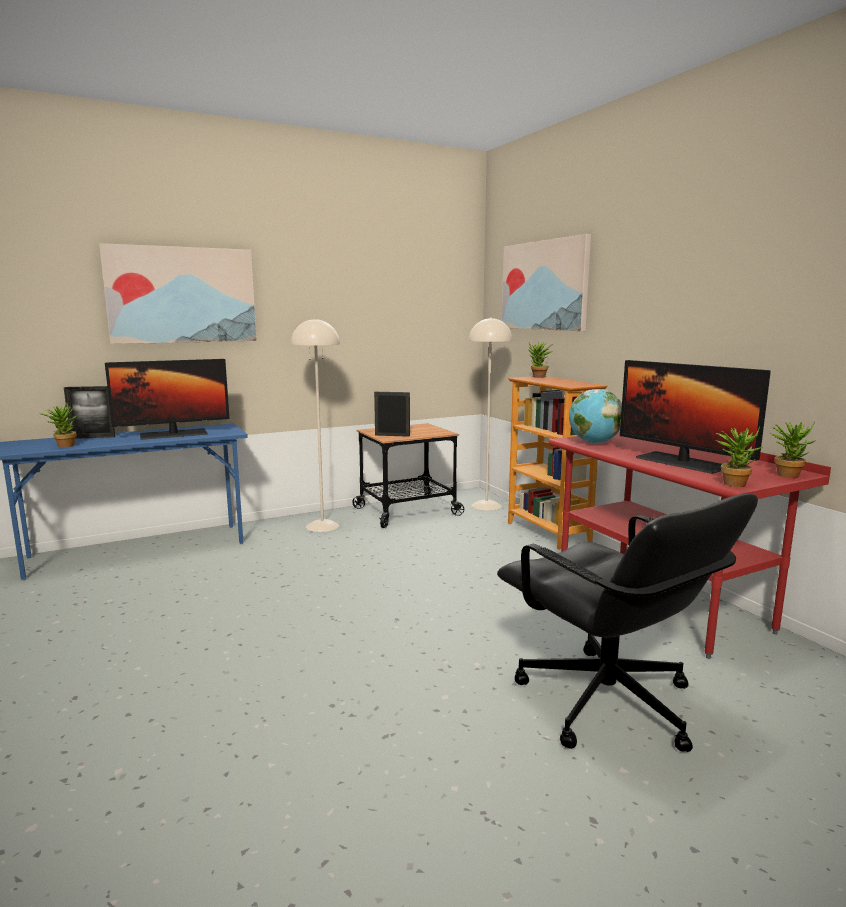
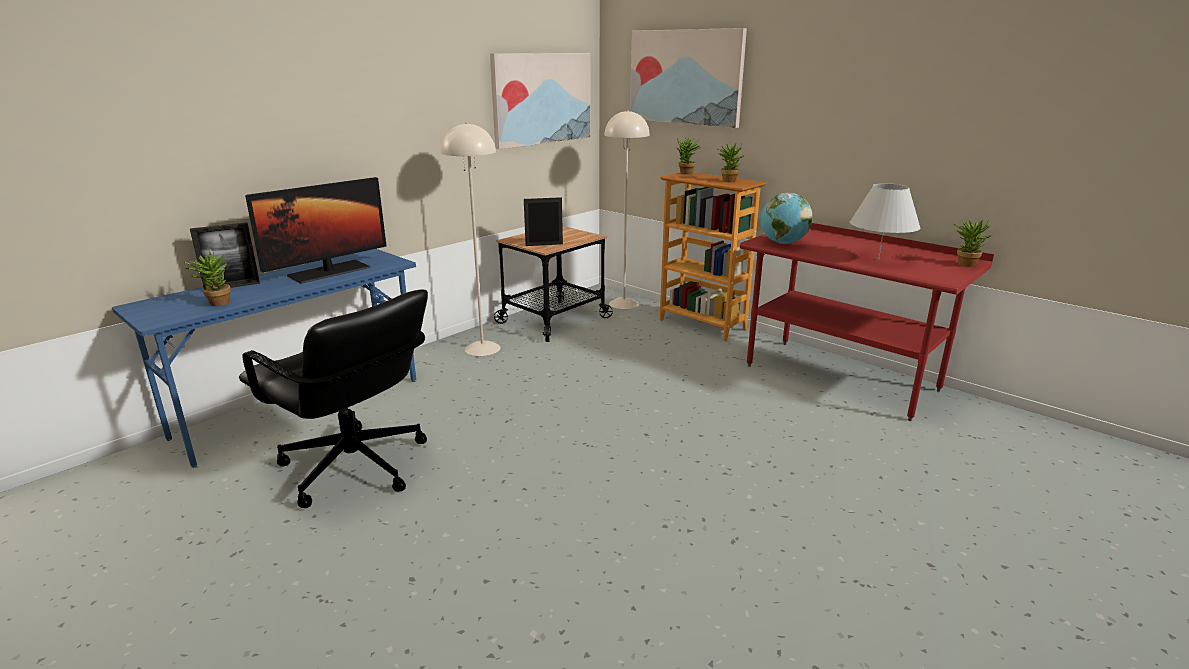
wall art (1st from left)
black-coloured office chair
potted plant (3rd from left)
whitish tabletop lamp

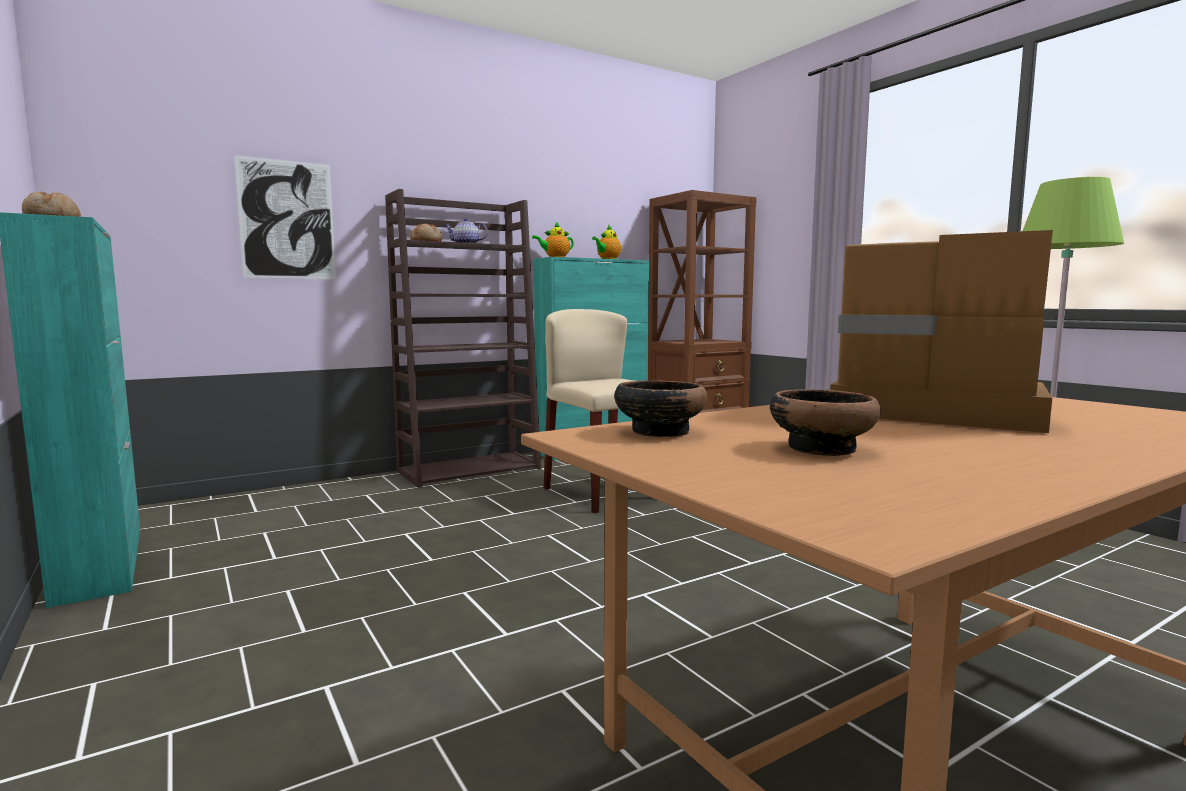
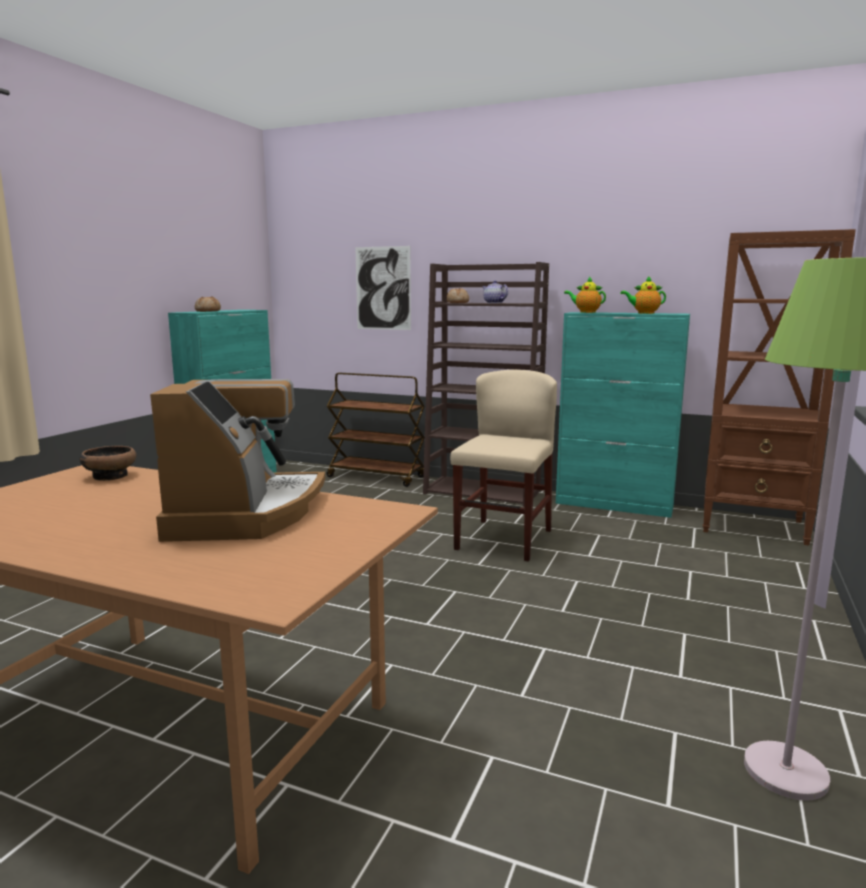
deep dish (2nd from left in the first image)
brown-coloured cart

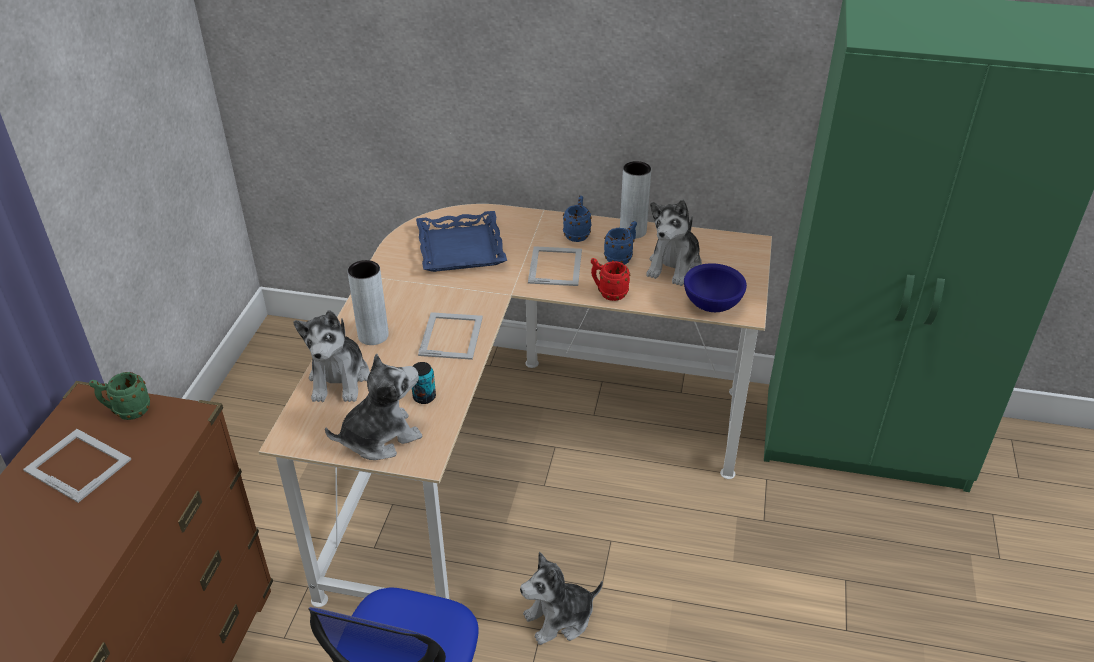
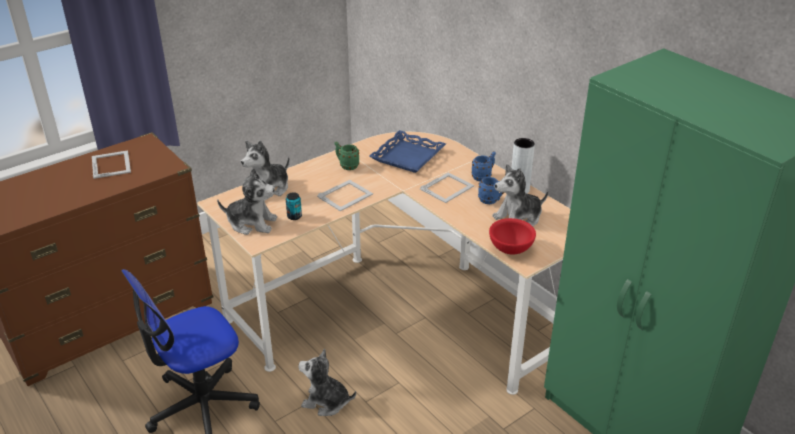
gray decorative vase (1st from left in the first image)
red-coloured coffee mug
greenish coffee mug
red-coloured deep dish

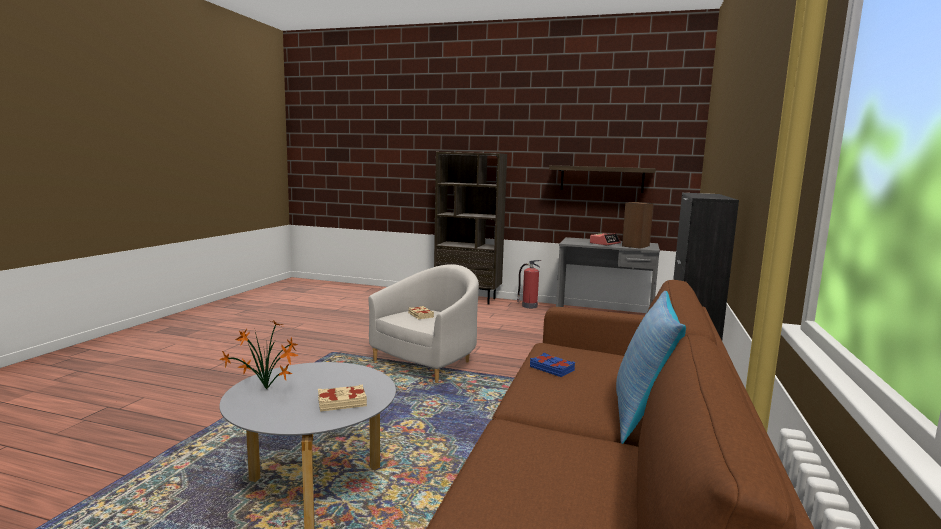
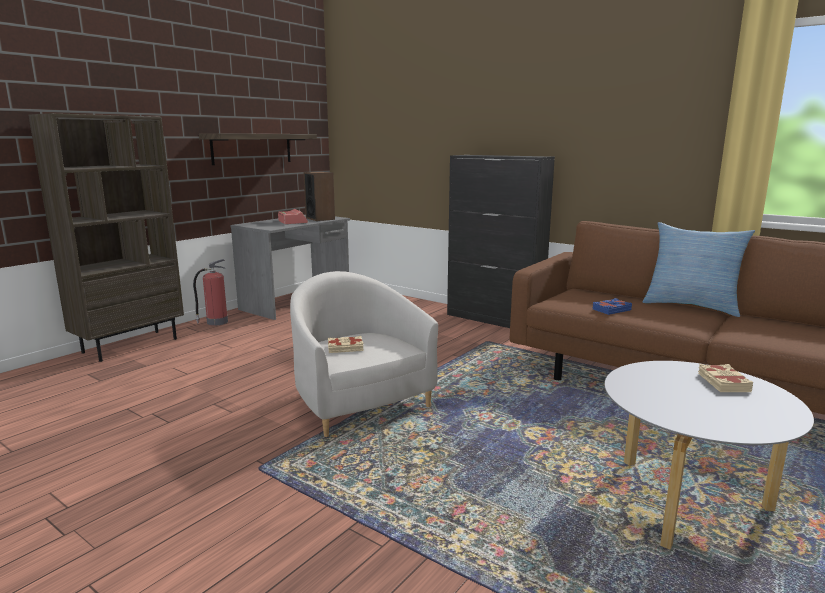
potted plant

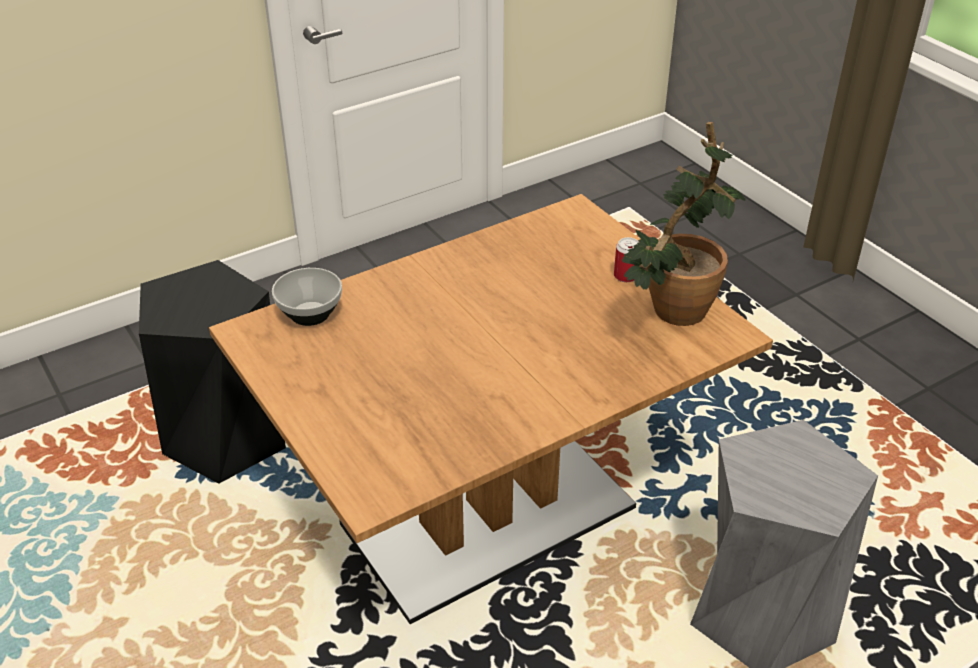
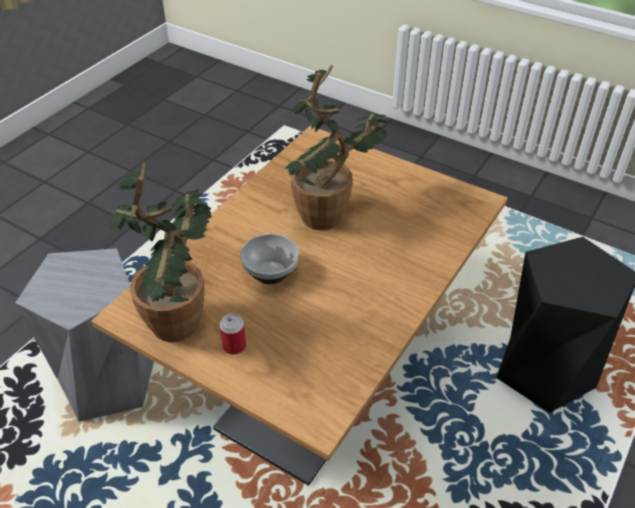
potted plant (2nd from left)
deep dish

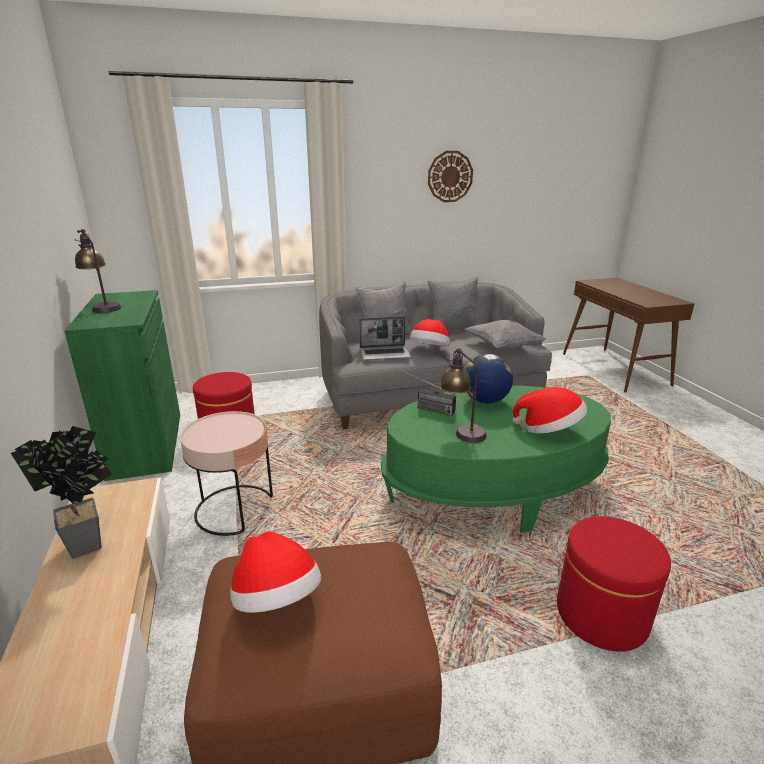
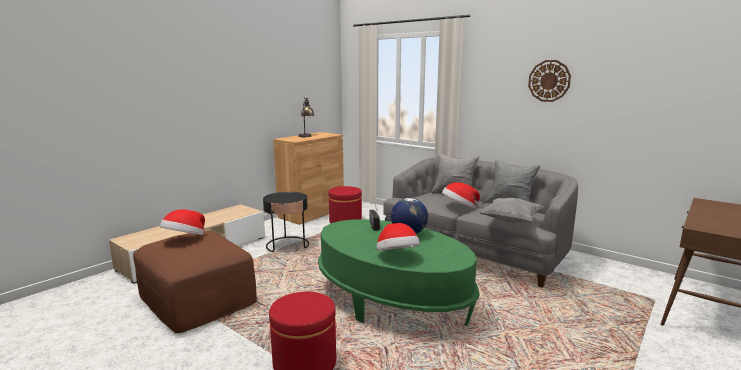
potted plant
notebook computer
tabletop lamp (2nd from left in the first image)
brown-coloured cabinet
black-coloured accent table

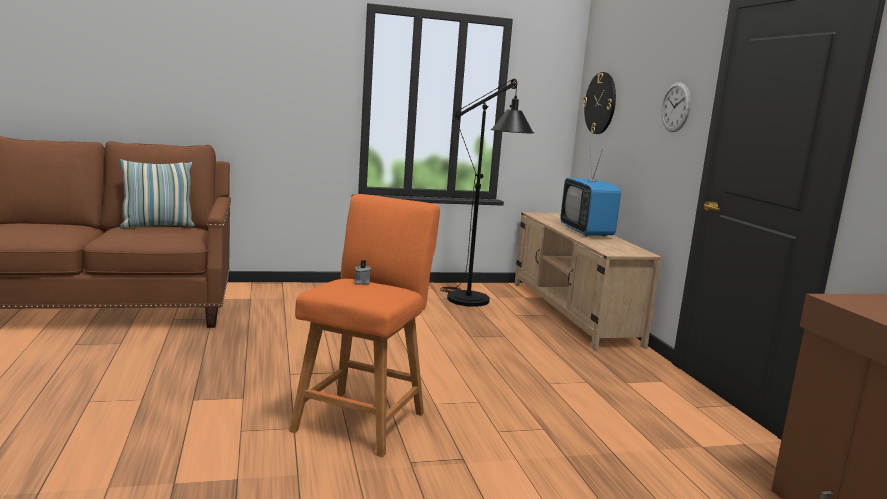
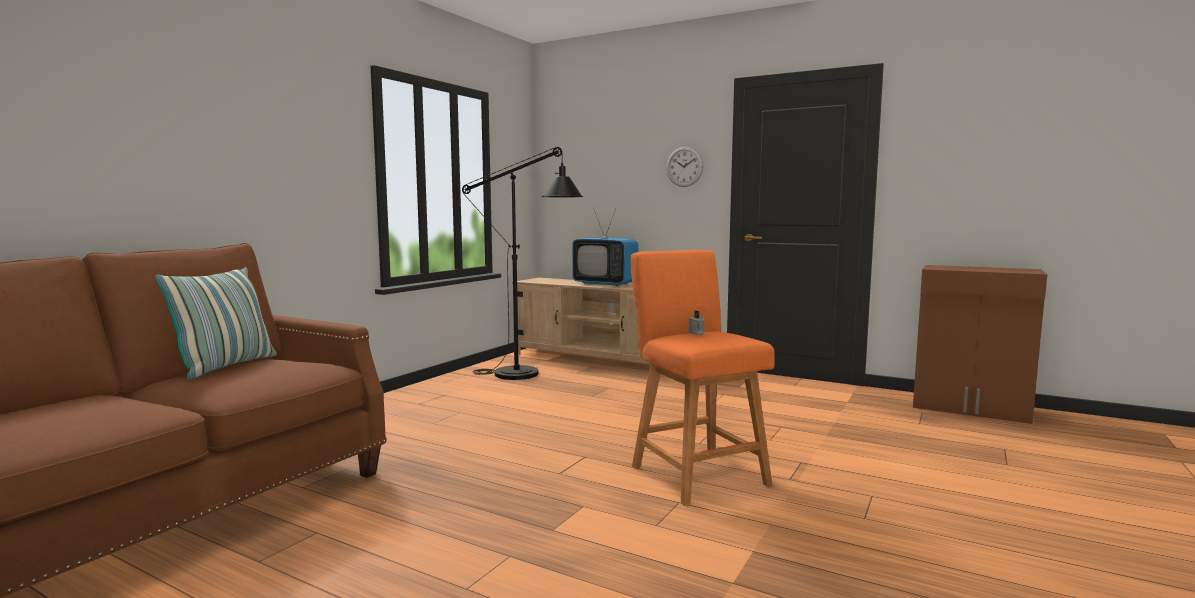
clock on the wall (1st from left in the first image)

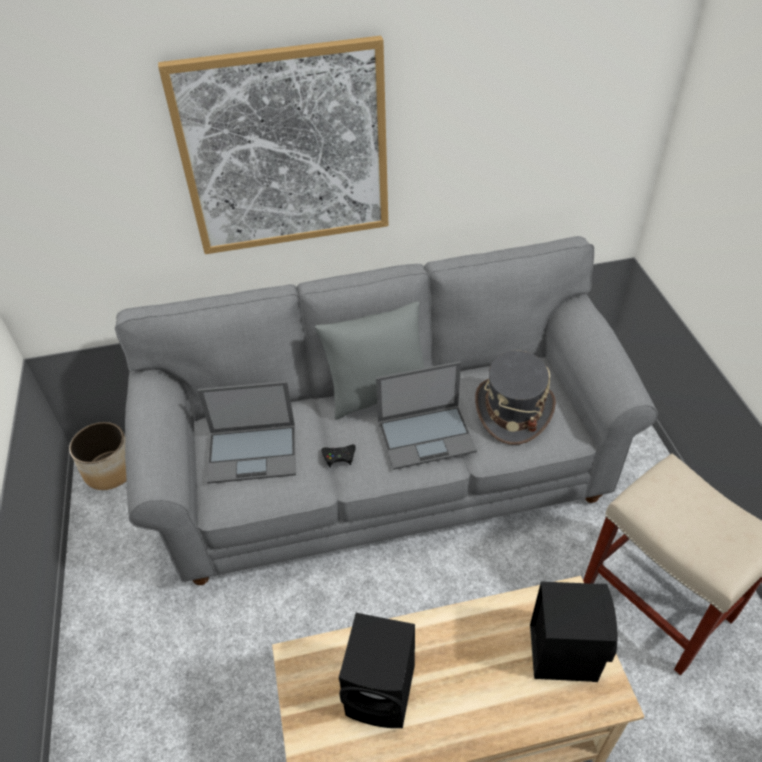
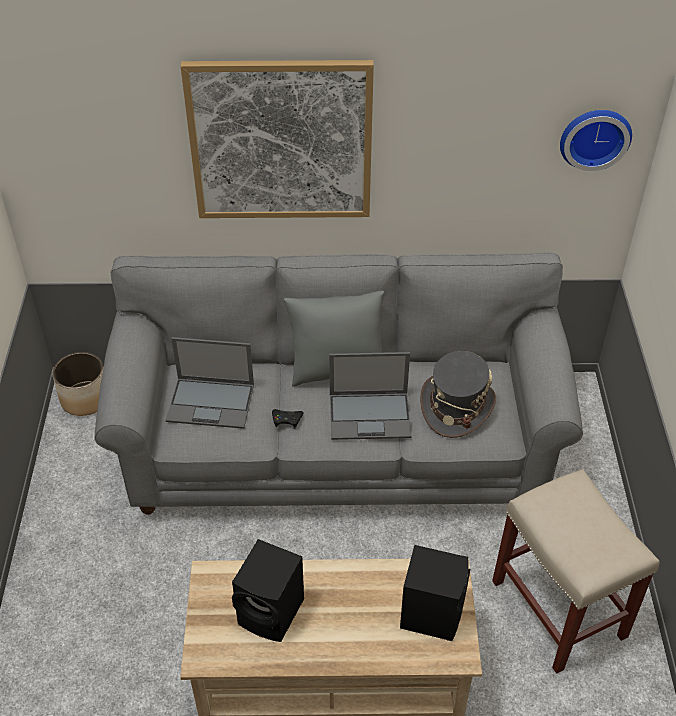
clock on the wall

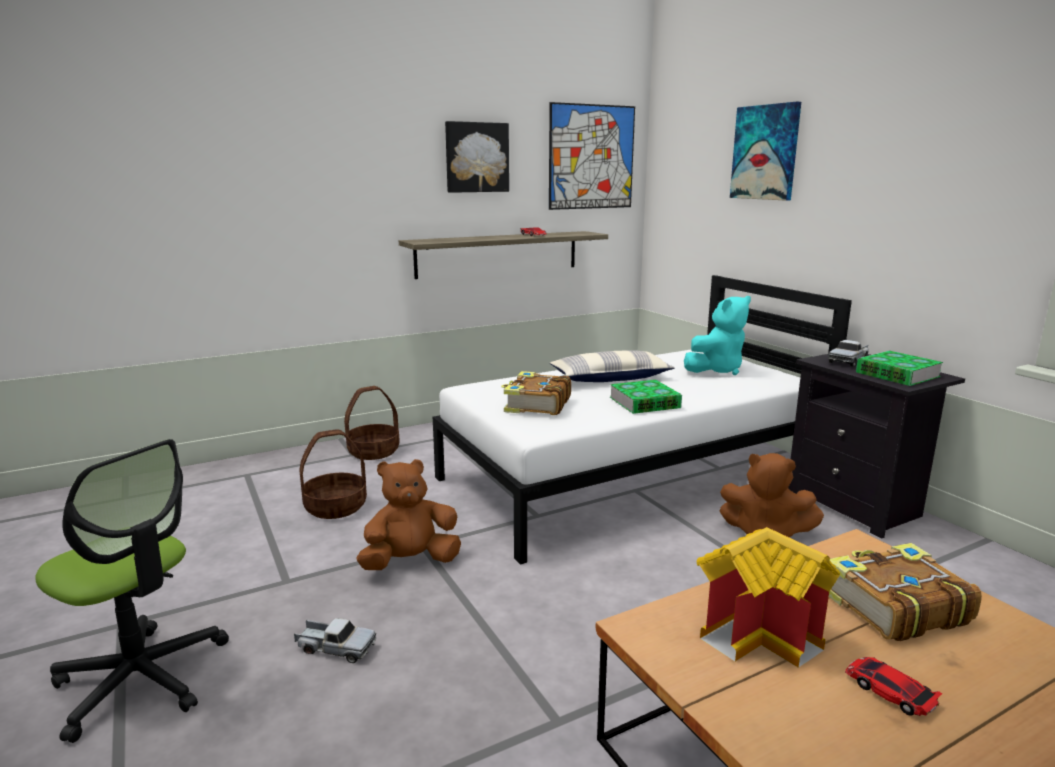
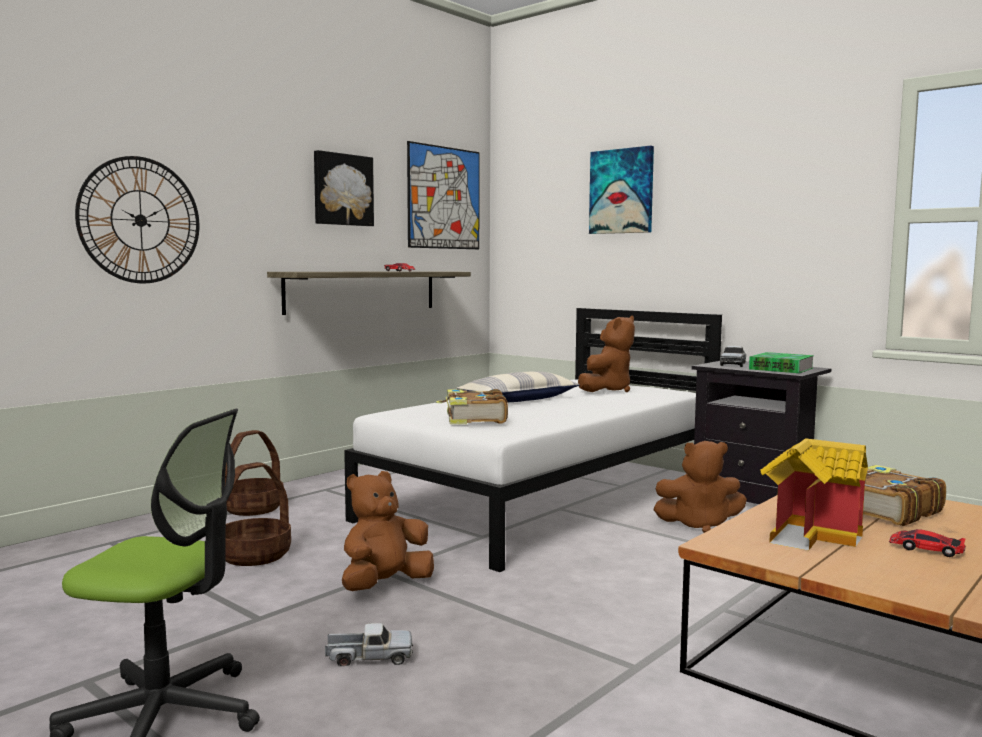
book (2nd from left in the first image)
clock on the wall
brown-coloured plush toy (2nd from left)

